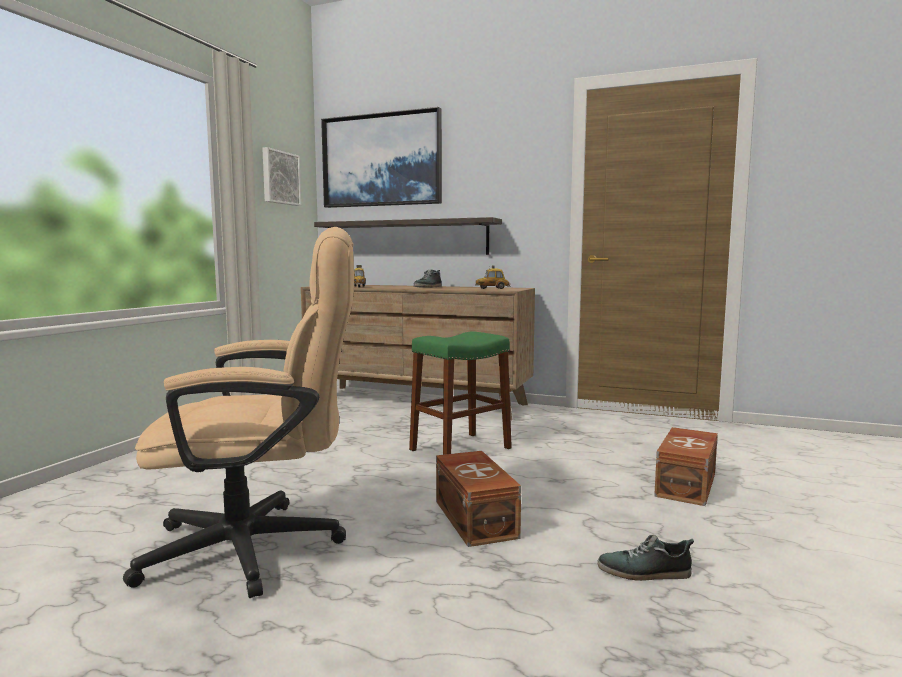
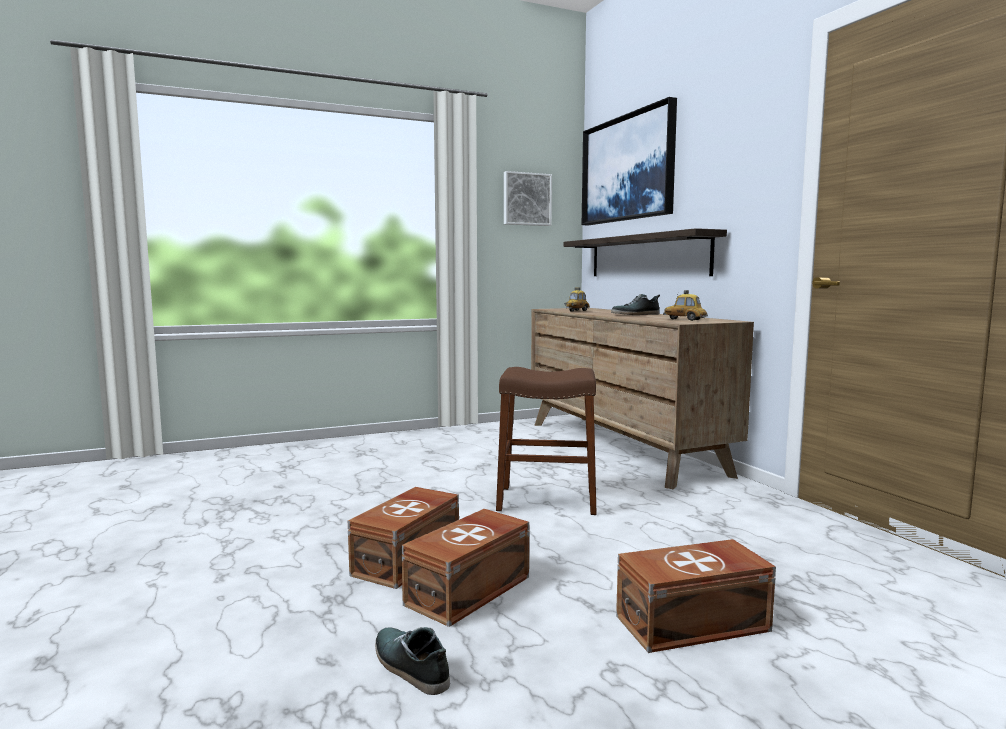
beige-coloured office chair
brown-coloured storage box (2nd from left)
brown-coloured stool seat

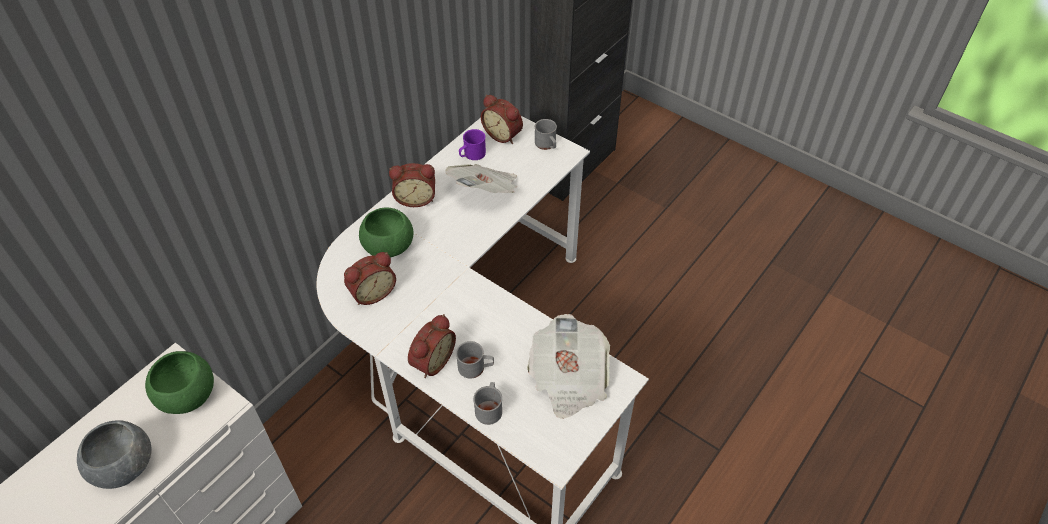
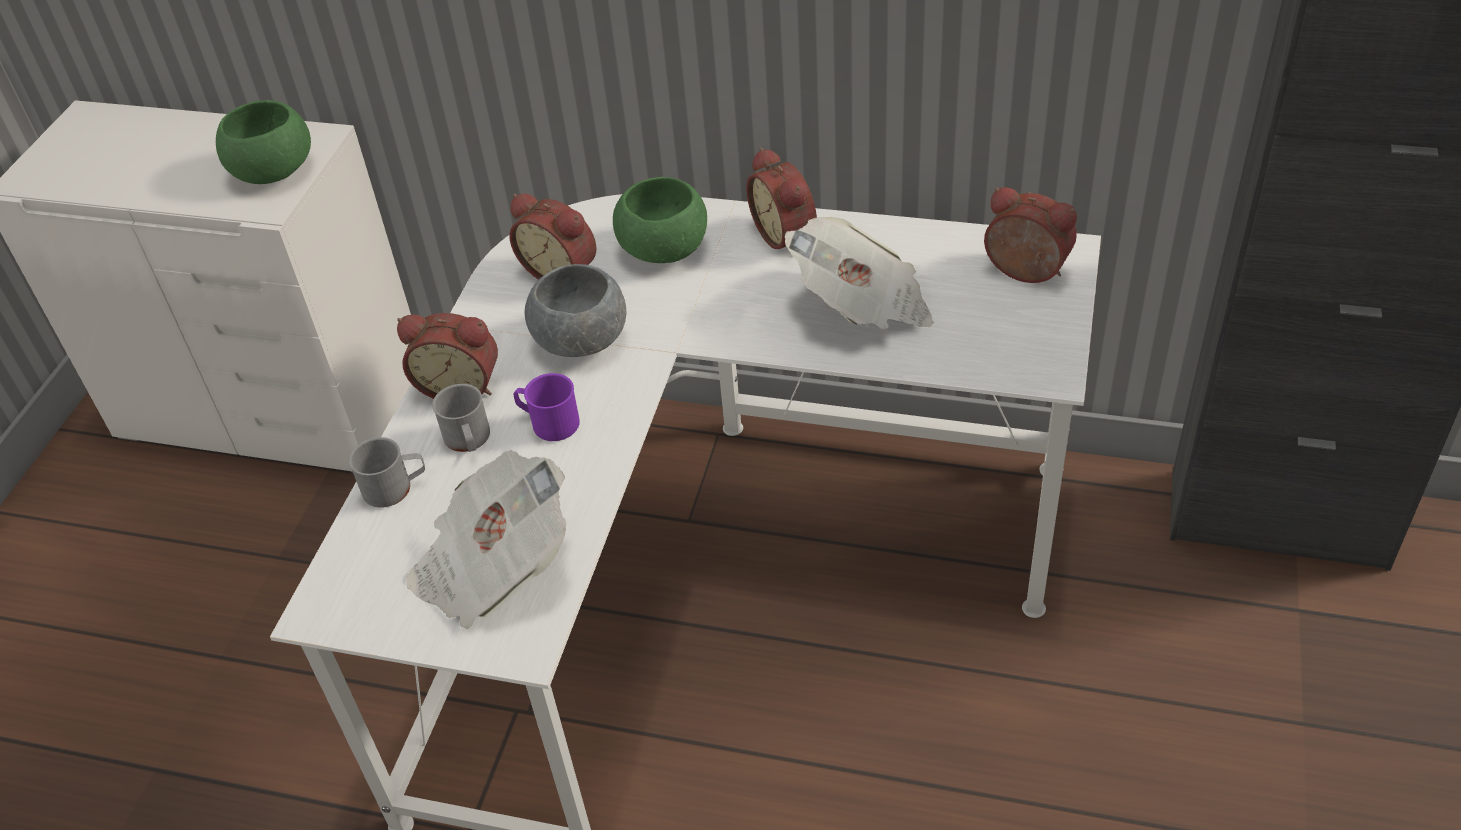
gray coffee mug (3rd from left in the first image)
gray deep dish
purplish coffee mug
table clock (4th from left)

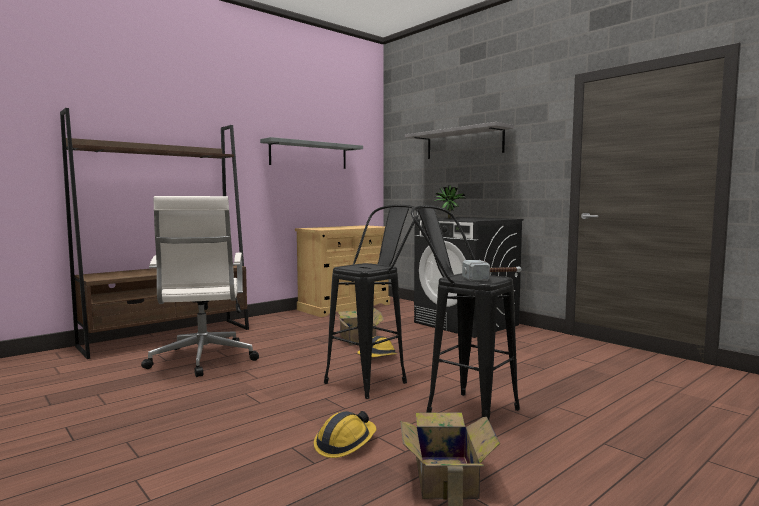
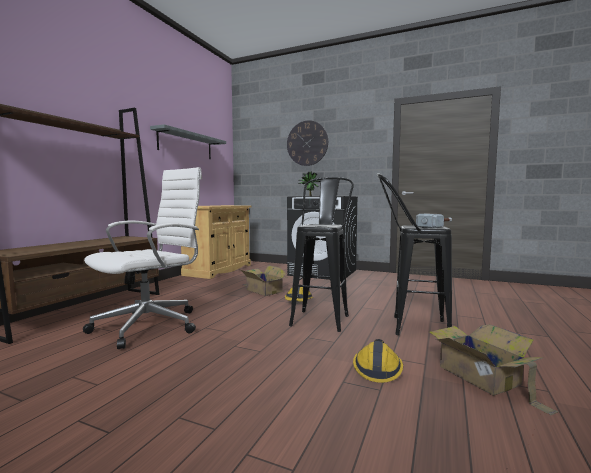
clock on the wall
whitish office chair

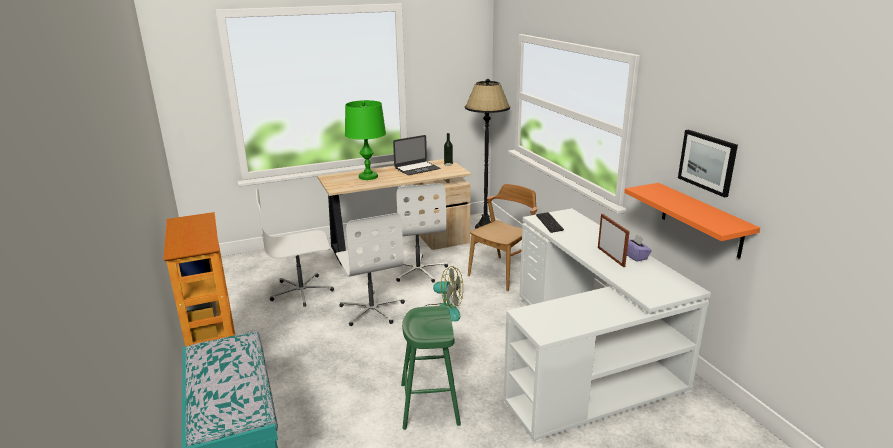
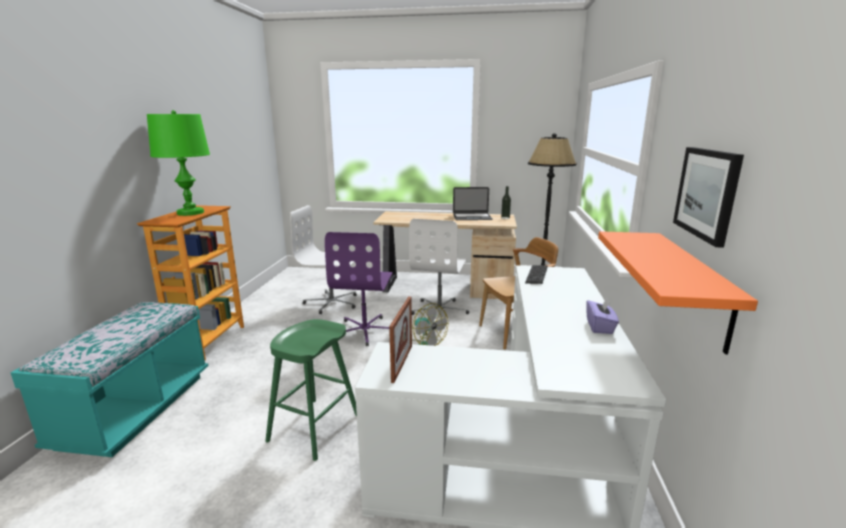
greenish tabletop lamp
photo frame
purplish office chair

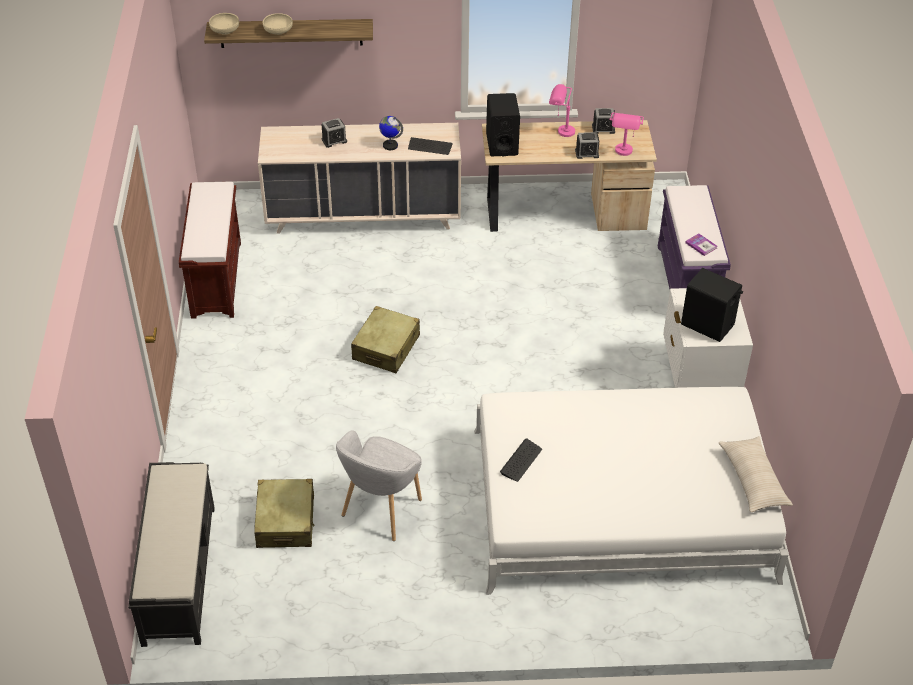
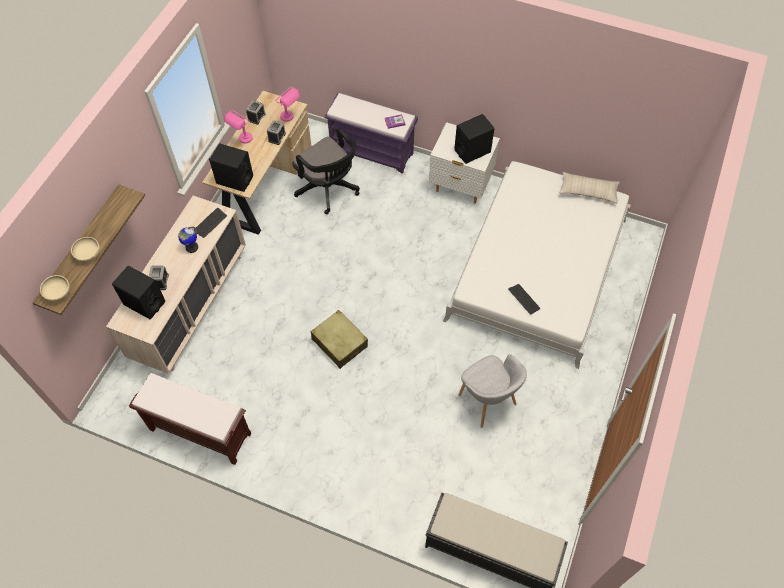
beige-coloured travel case (1st from left in the first image)
black-coloured audio speaker (1st from left)
black-coloured office chair

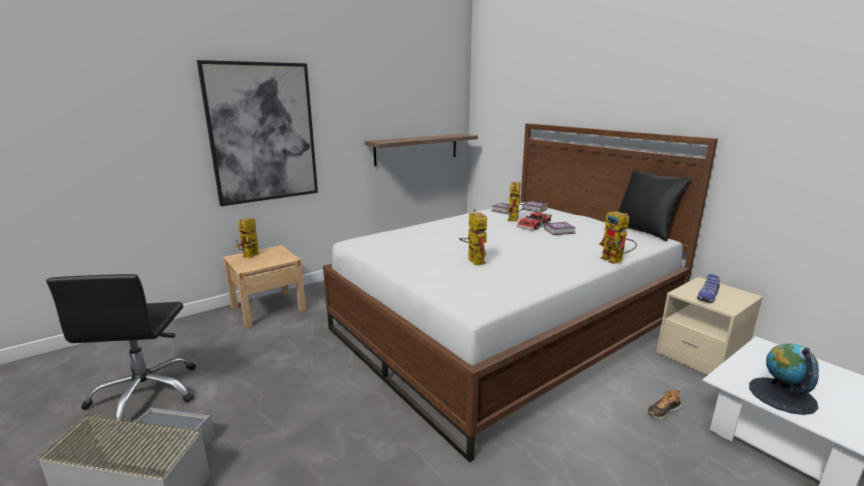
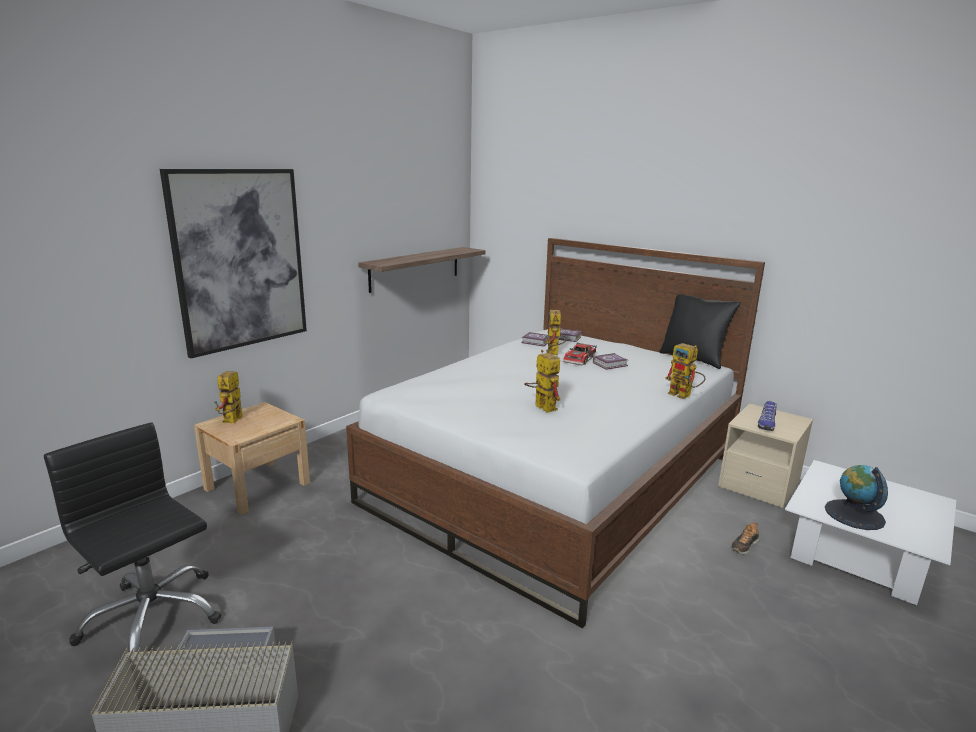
black-coloured office chair

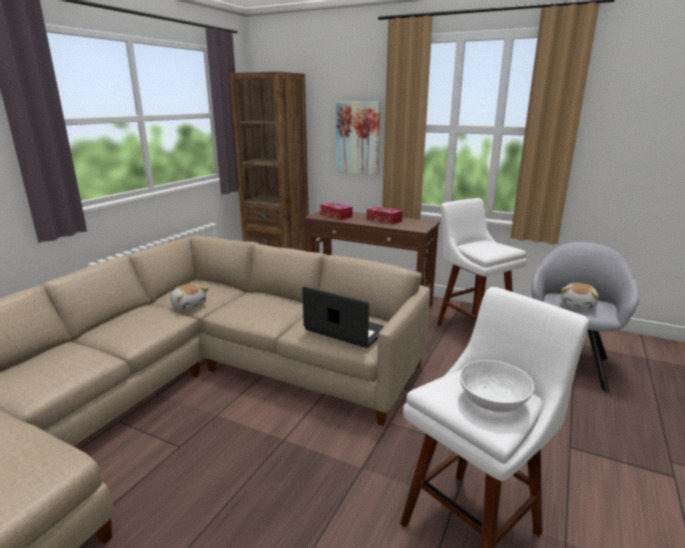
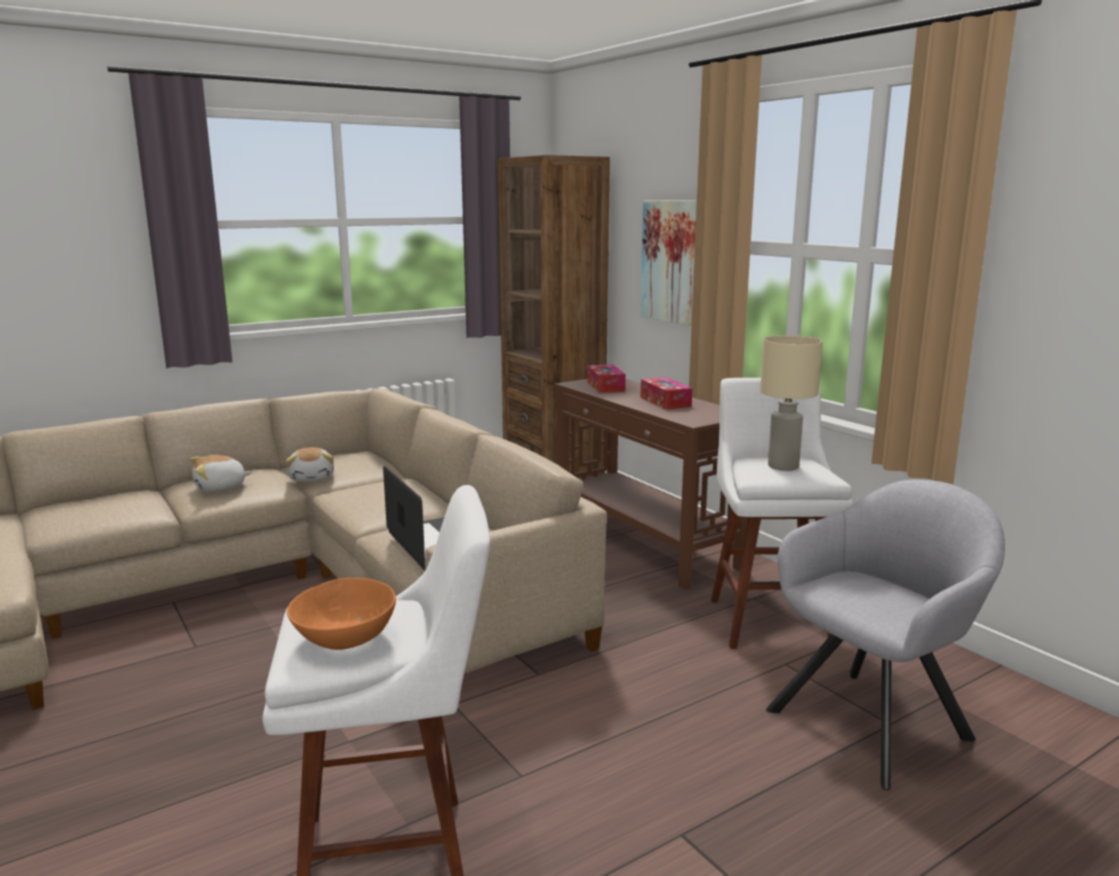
beige-coloured tabletop lamp
plush toy (1st from left)
orangey deep dish

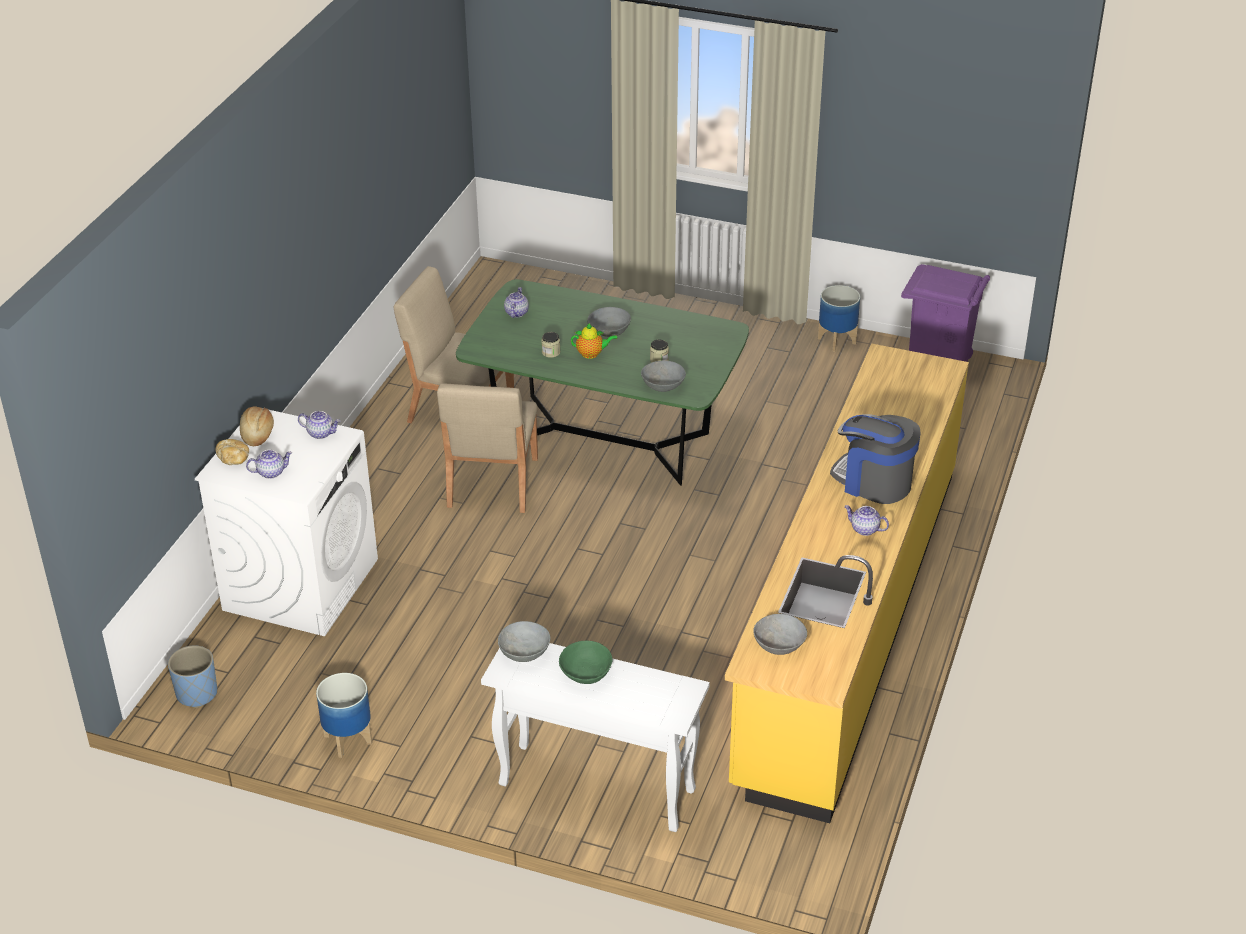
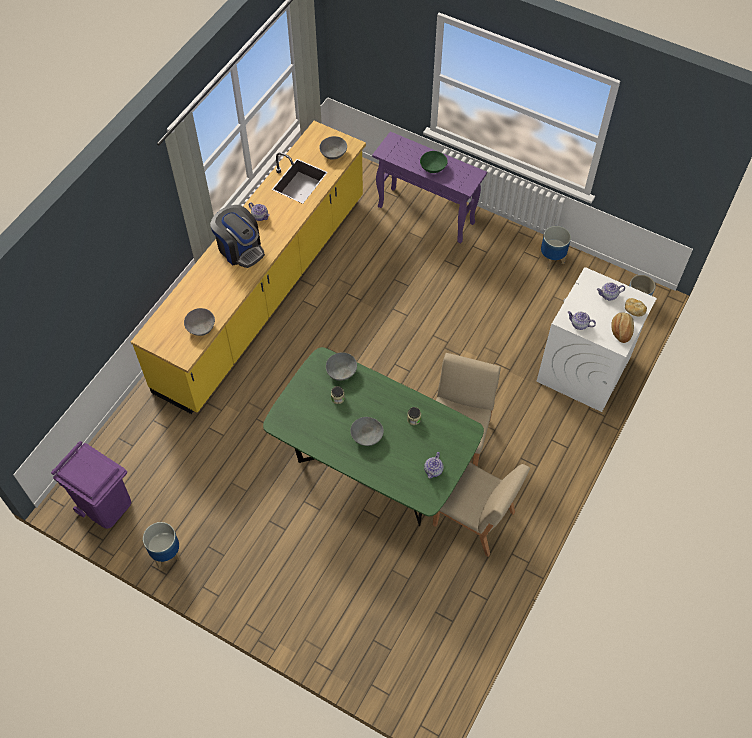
teapot (4th from left in the first image)
gray deep dish (1st from left)
purplish narrow table

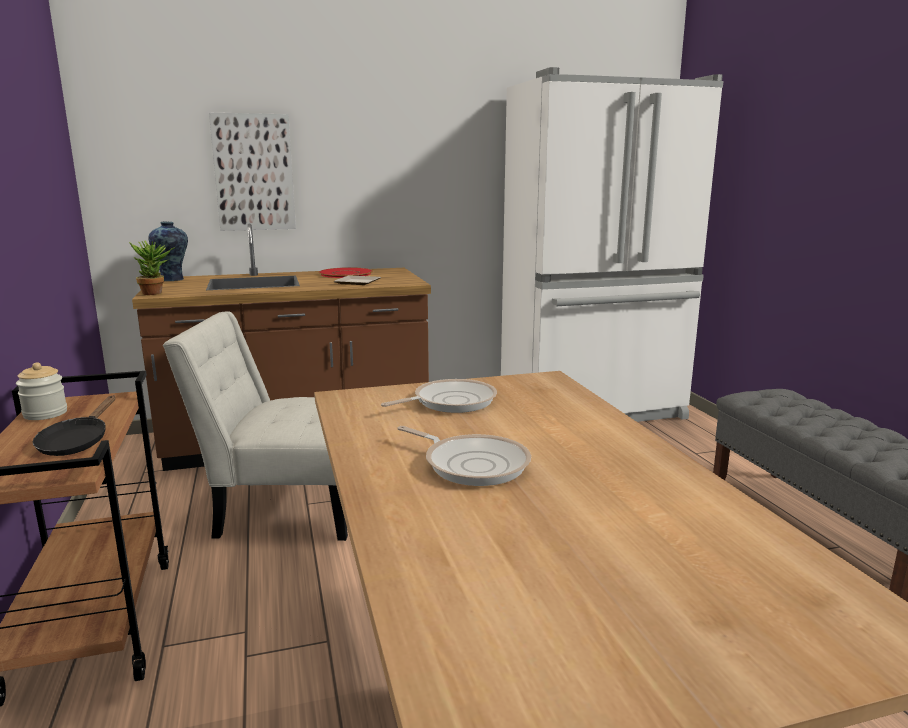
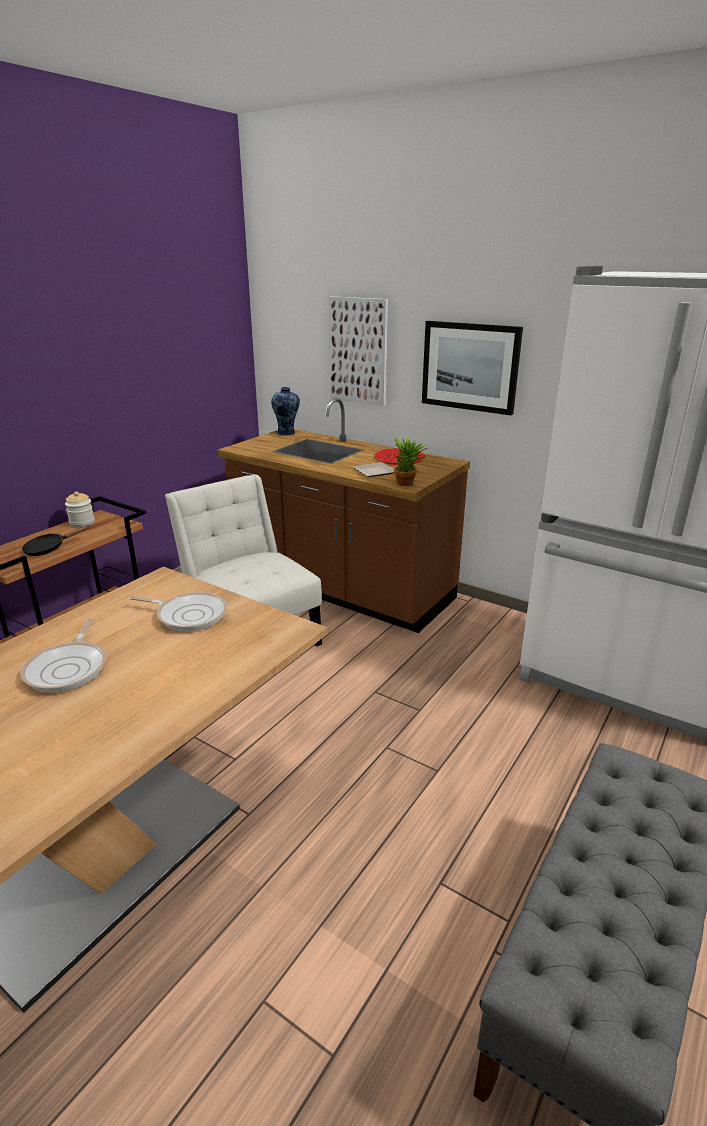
wall art (2nd from left)
potted plant

